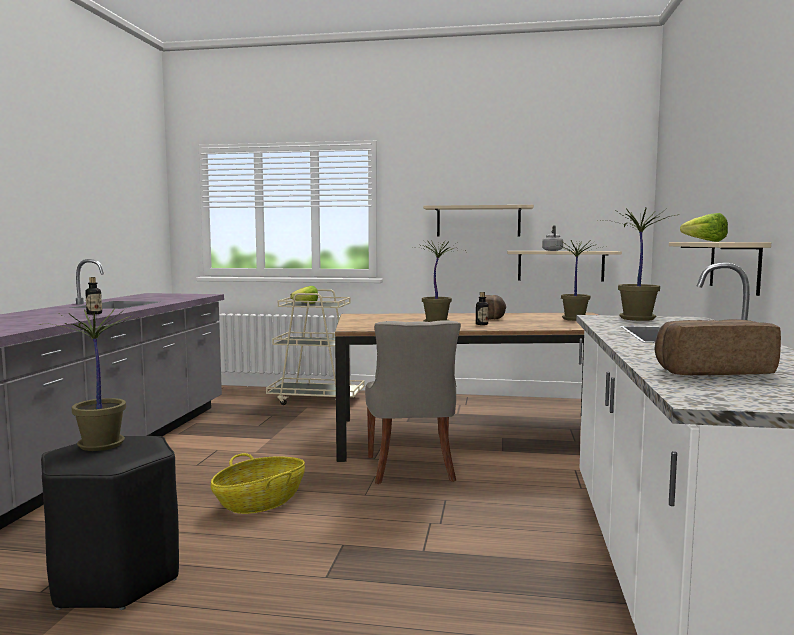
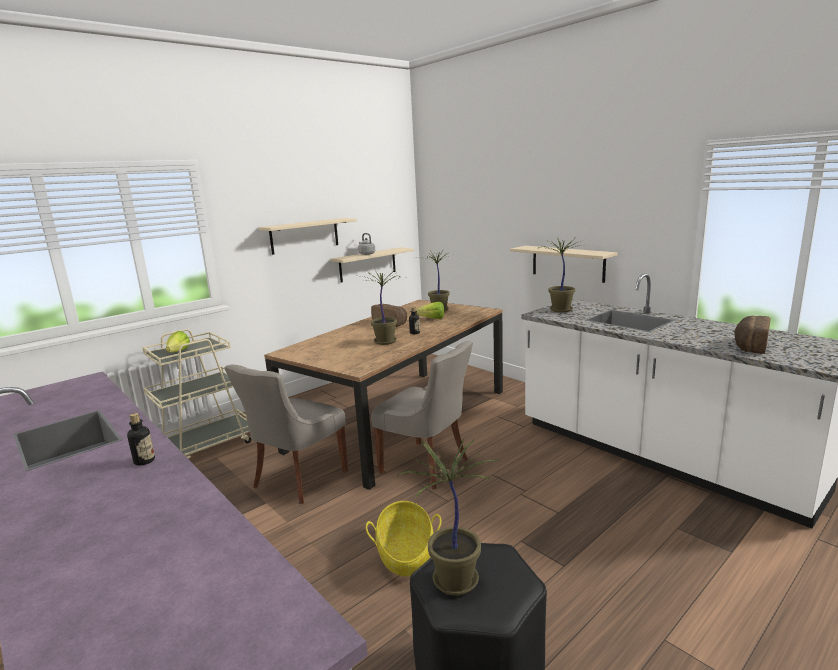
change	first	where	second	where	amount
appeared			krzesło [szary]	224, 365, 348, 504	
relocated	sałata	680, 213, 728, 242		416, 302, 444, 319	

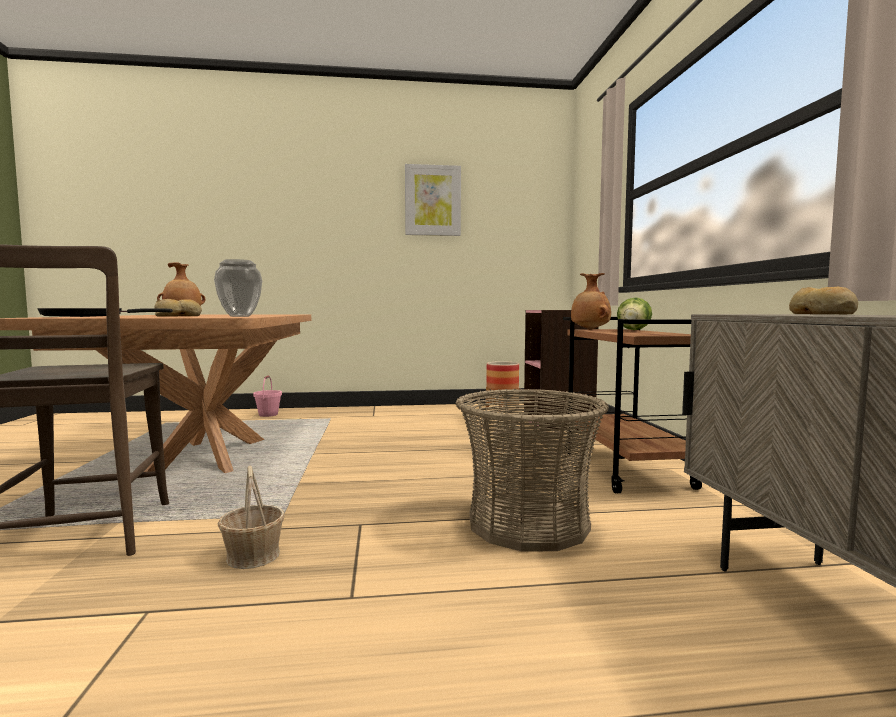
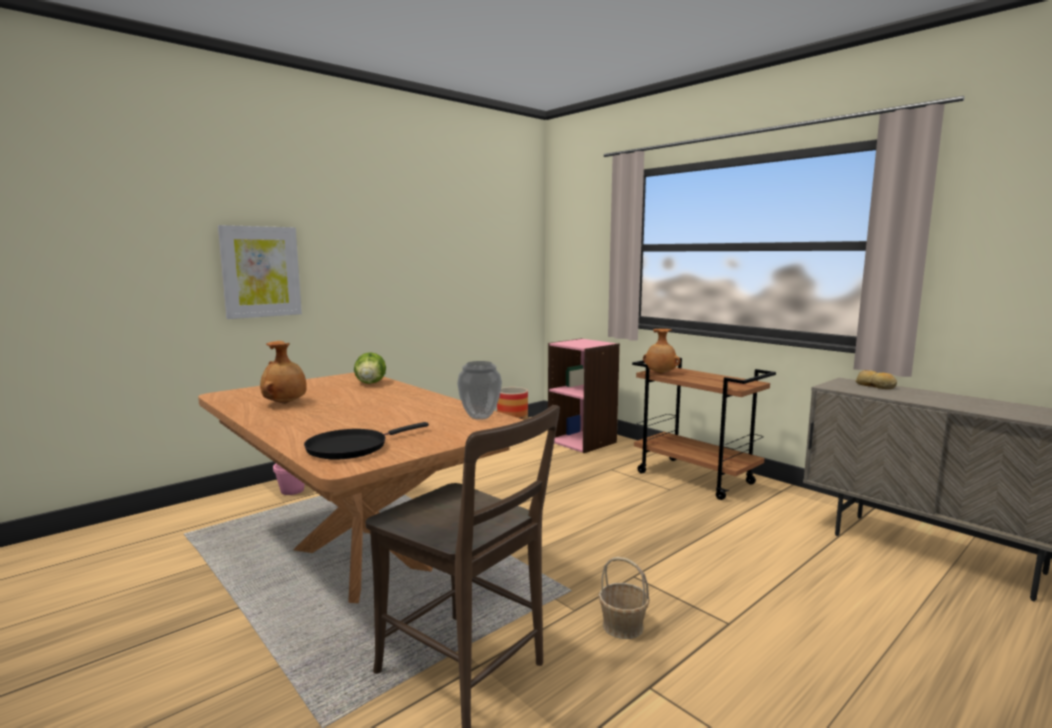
change	first	where	second	where	amount
missing	chleb	154, 299, 202, 316			
missing	koszyk	456, 389, 609, 551			
relocated	obraz	405, 164, 461, 236		218, 225, 302, 319	
relocated	sałata	617, 297, 652, 330		354, 352, 386, 384	

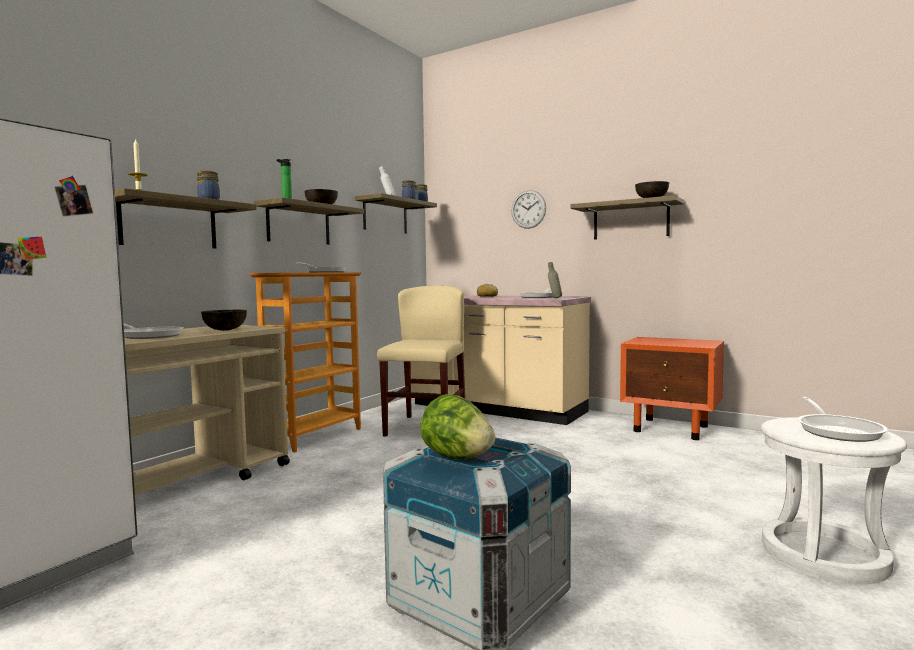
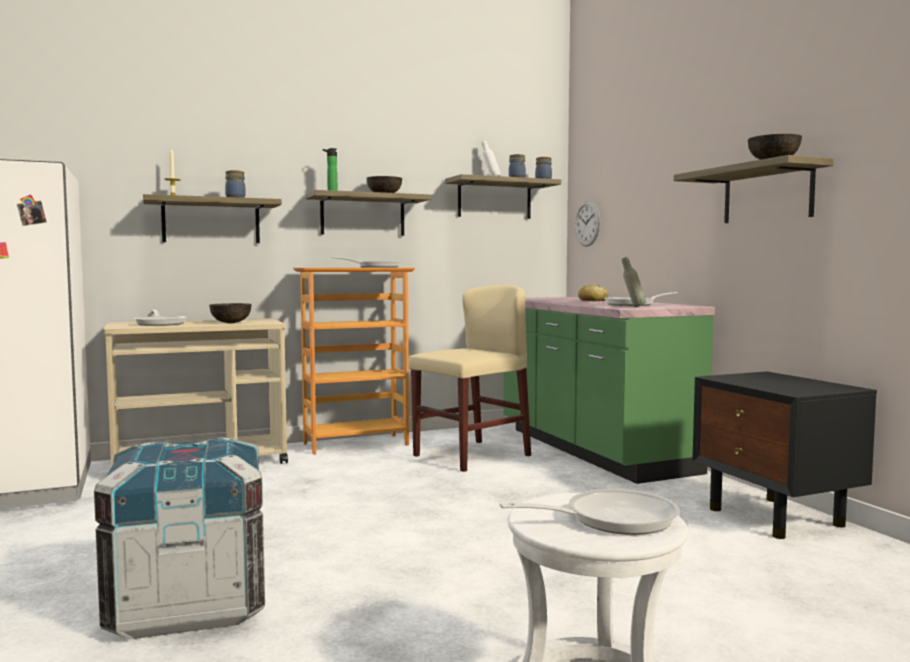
change	first	where	second	where	amount
missing	sałata	420, 394, 495, 459			
relocated	zegar ścienny	511, 190, 546, 229		575, 201, 600, 247	
colour	zabudowa kuchenna [beżowy]	411, 295, 591, 425	zabudowa kuchenna [zielony]	504, 297, 715, 484	
colour	szafka nocna [pomarańczowy]	620, 337, 724, 440	szafka nocna [czarny]	692, 371, 877, 539	
spun	patelnia	798, 397, 888, 442		500, 489, 680, 535	150 degrees counterclockwise

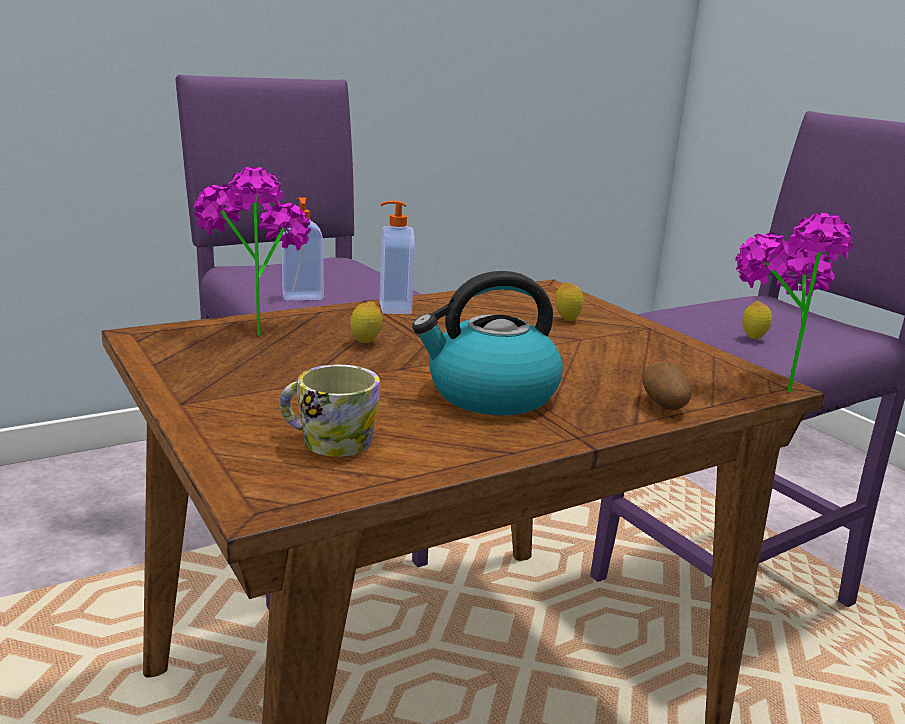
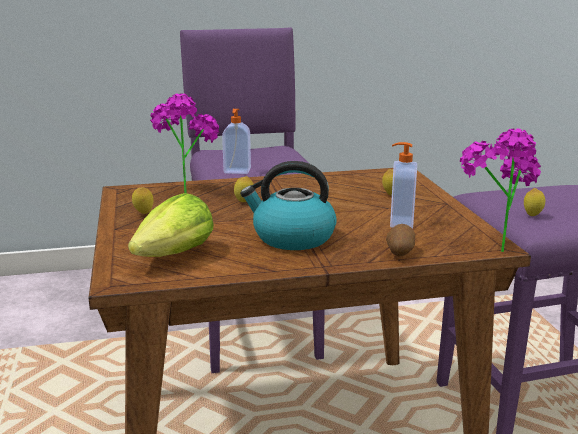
change	first	where	second	where	amount
appeared			cytryna	132, 187, 153, 214	
relocated	dozownik mydła	380, 201, 415, 314		390, 142, 417, 229	
exchanged	kubek	280, 365, 380, 457	sałata	128, 193, 214, 257	

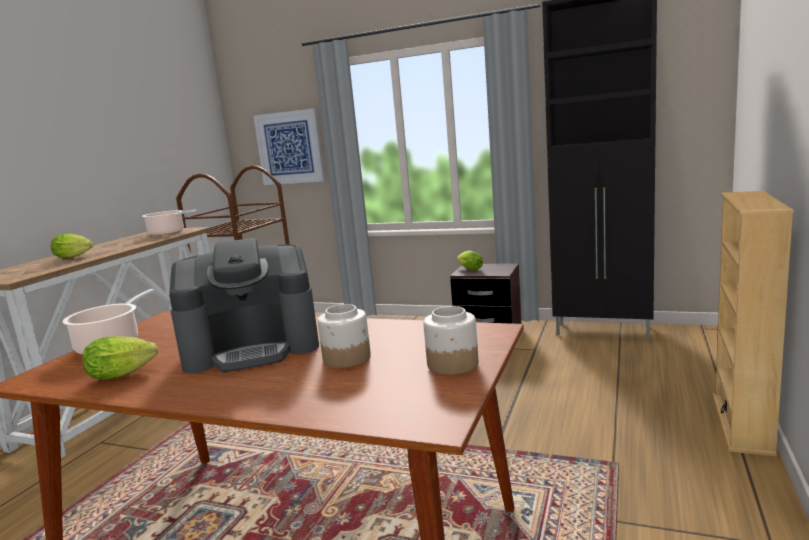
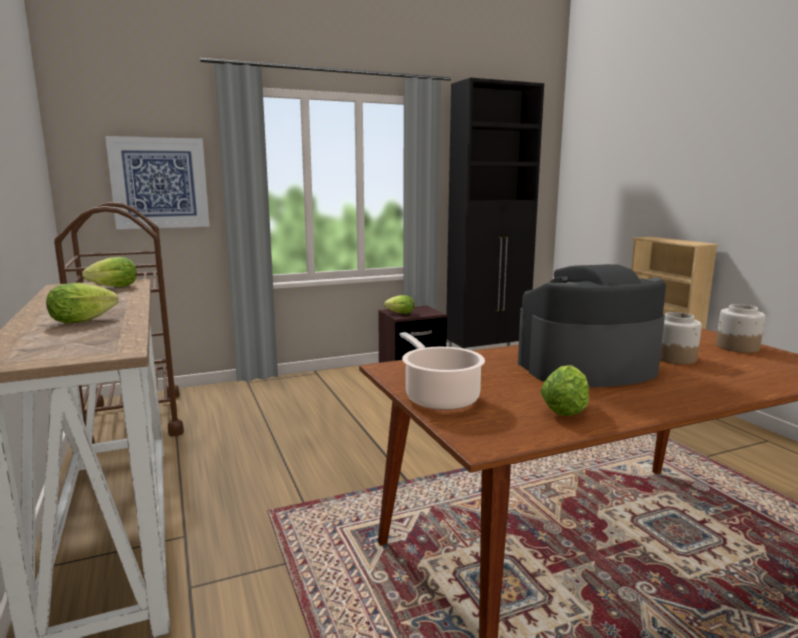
change	first	where	second	where	amount
exchanged	garnek	142, 210, 197, 236	sałata	82, 257, 137, 287	
spun	ekspres do kawy	169, 238, 319, 374		518, 264, 666, 387	135 degrees counterclockwise

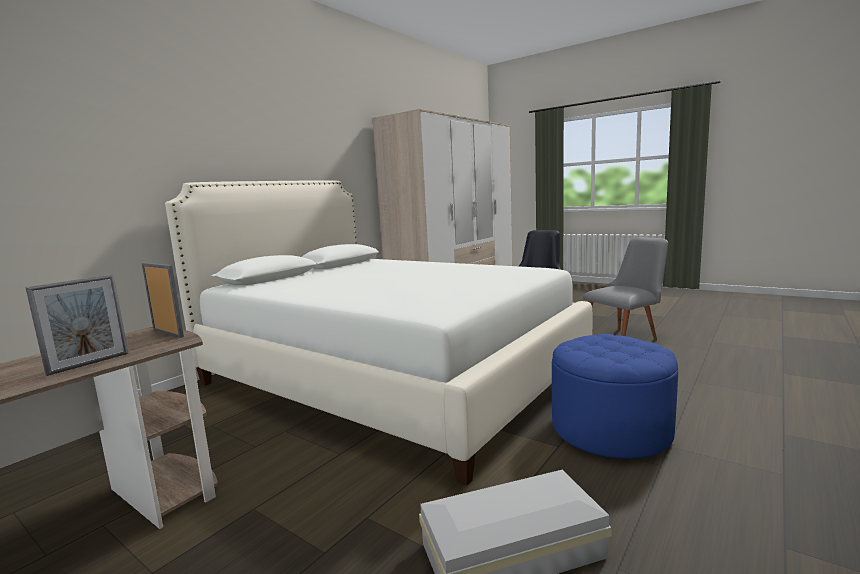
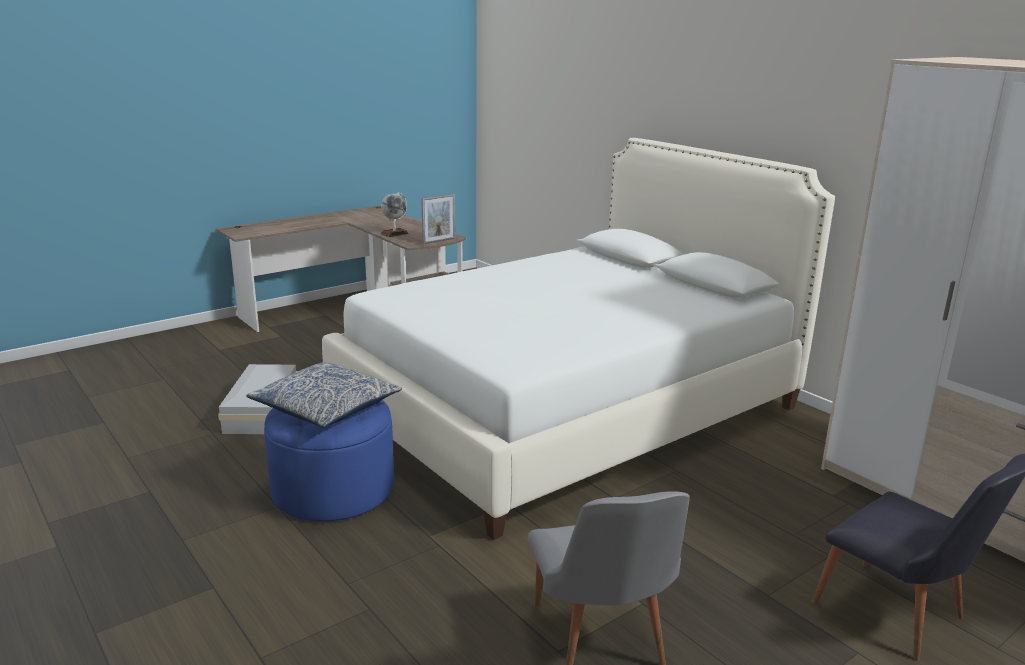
change	first	where	second	where	amount
appeared			poduszka	246, 362, 402, 428	
exchanged	ramka na zdjęcie	25, 274, 129, 376	globus	381, 192, 409, 237	

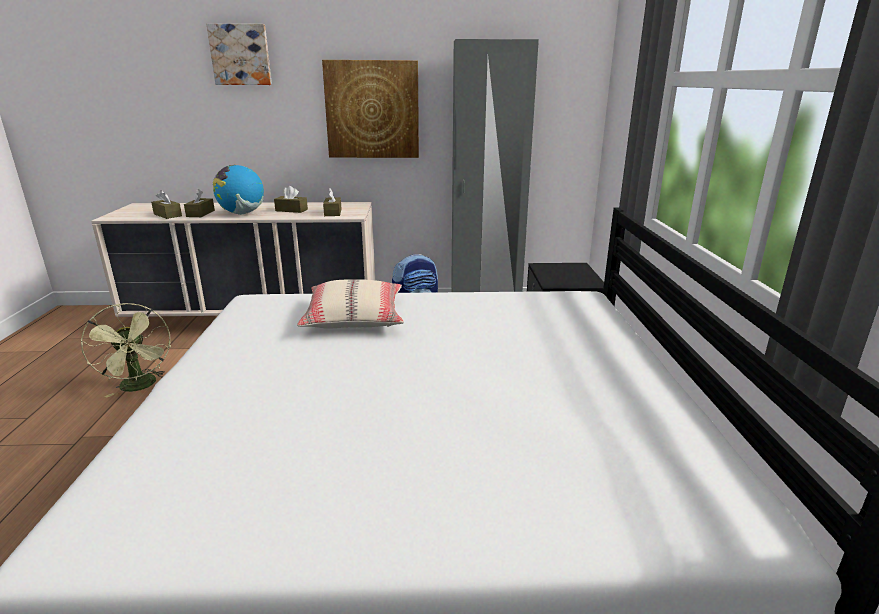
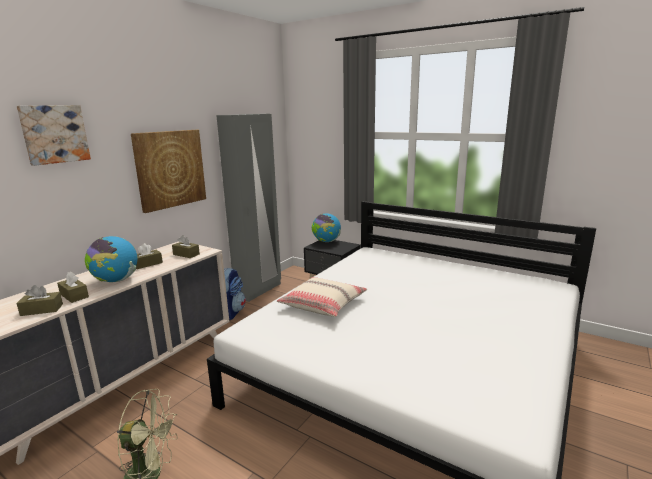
change	first	where	second	where	amount
appeared			globus	311, 213, 341, 242	

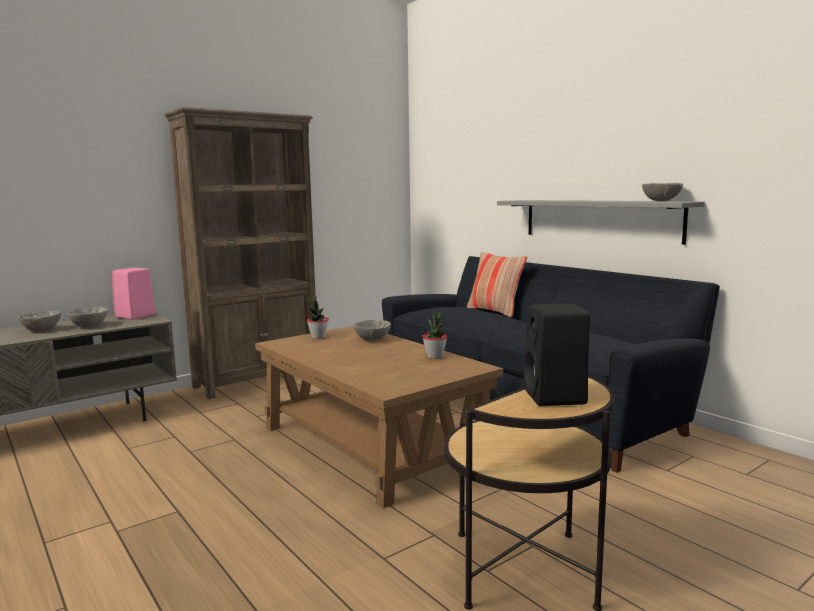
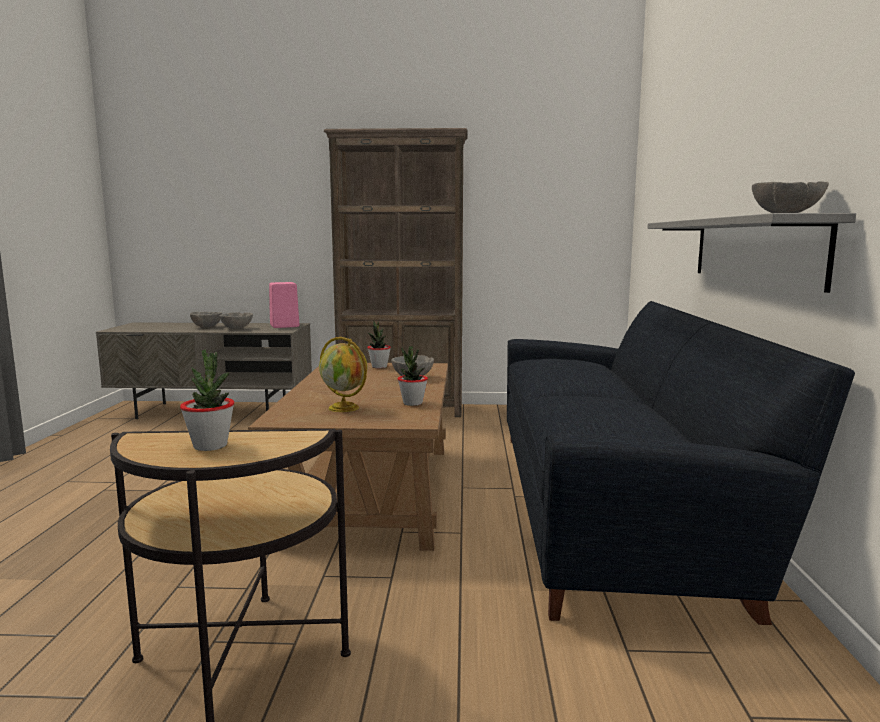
change	first	where	second	where	amount
missing	poduszka	467, 252, 527, 317			
appeared			globus	319, 337, 367, 412	
exchanged	głośnik [czarny]	523, 304, 590, 406	roślina doniczkowa	180, 350, 234, 451	

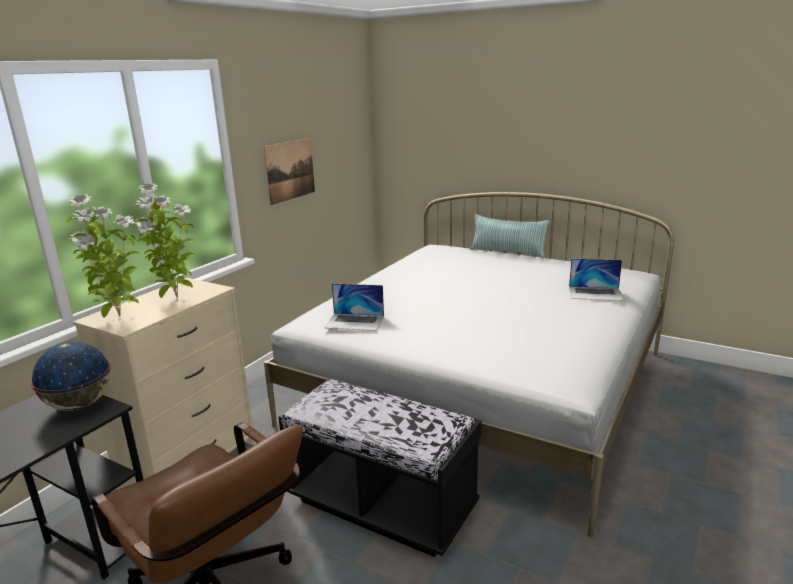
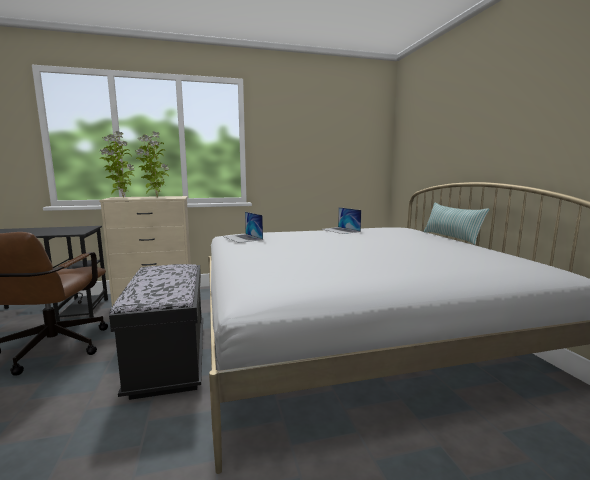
change	first	where	second	where	amount
missing	globus	30, 342, 111, 411			
missing	obraz	264, 138, 315, 205			
relocated	laptop	569, 259, 624, 301		322, 207, 361, 234	

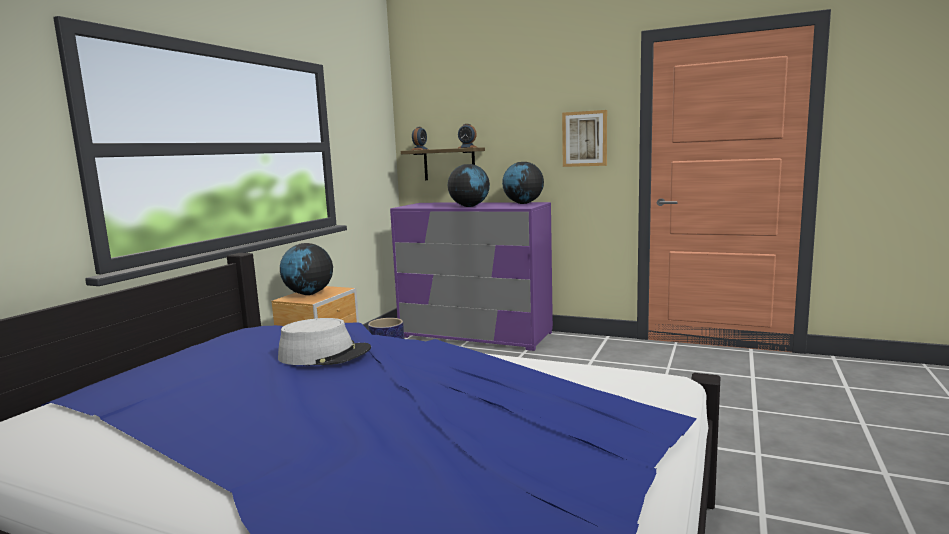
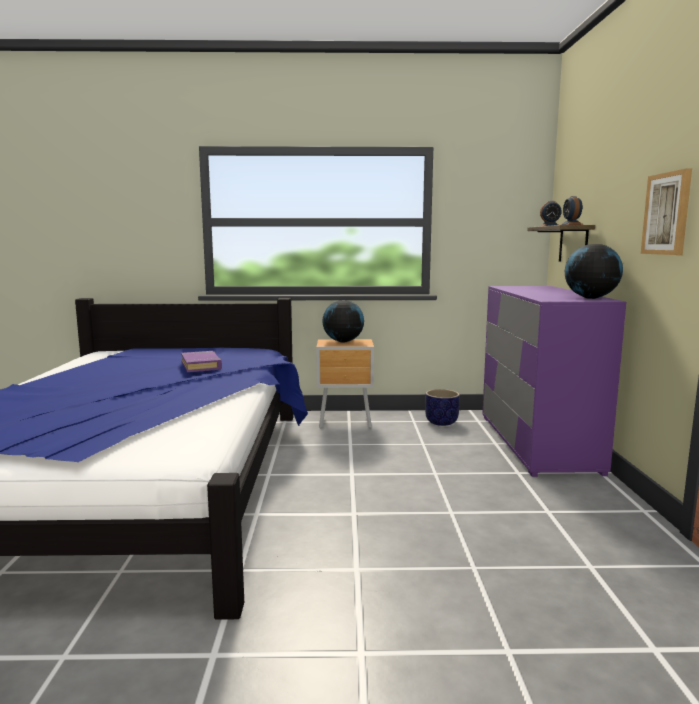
change	first	where	second	where	amount
missing	globus	448, 164, 490, 207			
exchanged	kapelusz [szary]	278, 318, 371, 365	książka [fioletowy]	181, 351, 222, 372	

